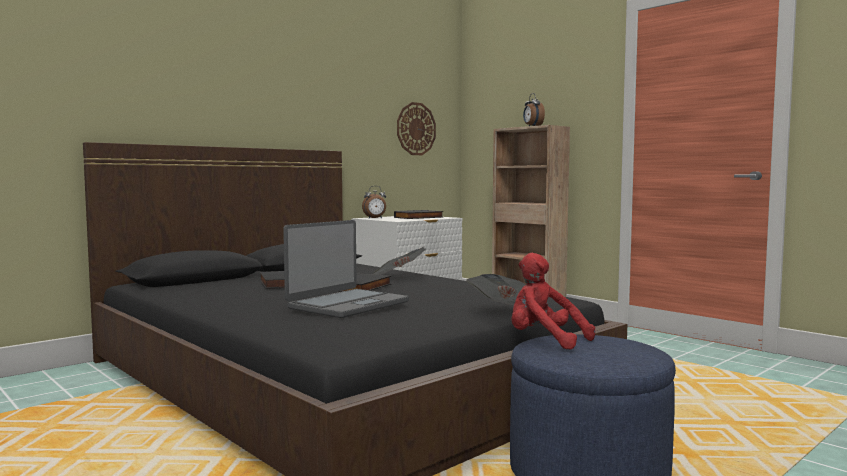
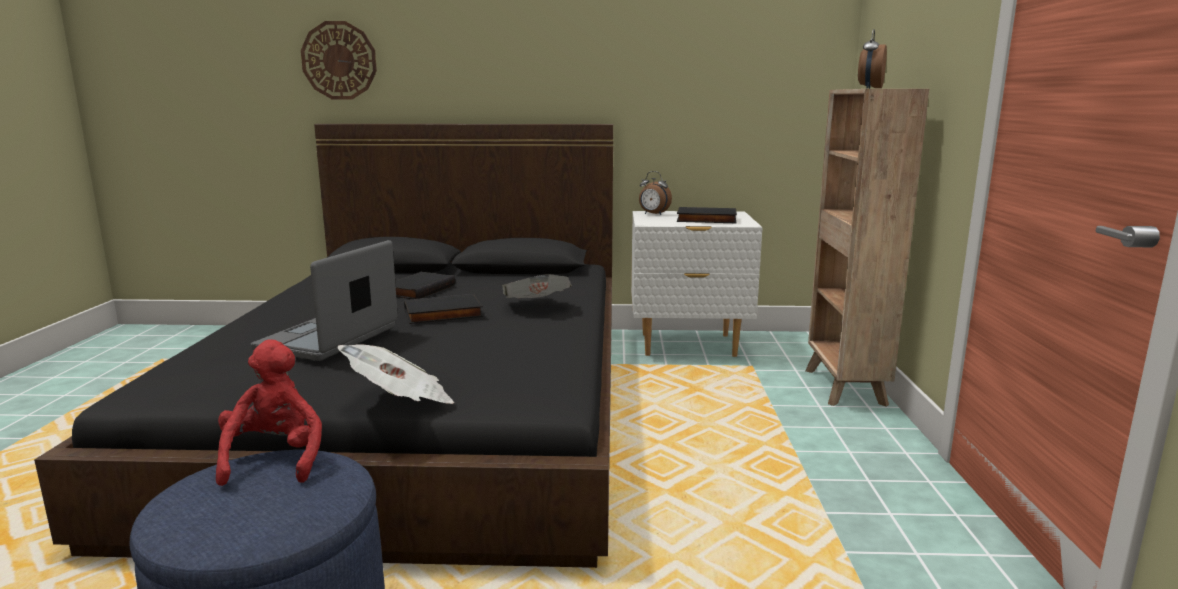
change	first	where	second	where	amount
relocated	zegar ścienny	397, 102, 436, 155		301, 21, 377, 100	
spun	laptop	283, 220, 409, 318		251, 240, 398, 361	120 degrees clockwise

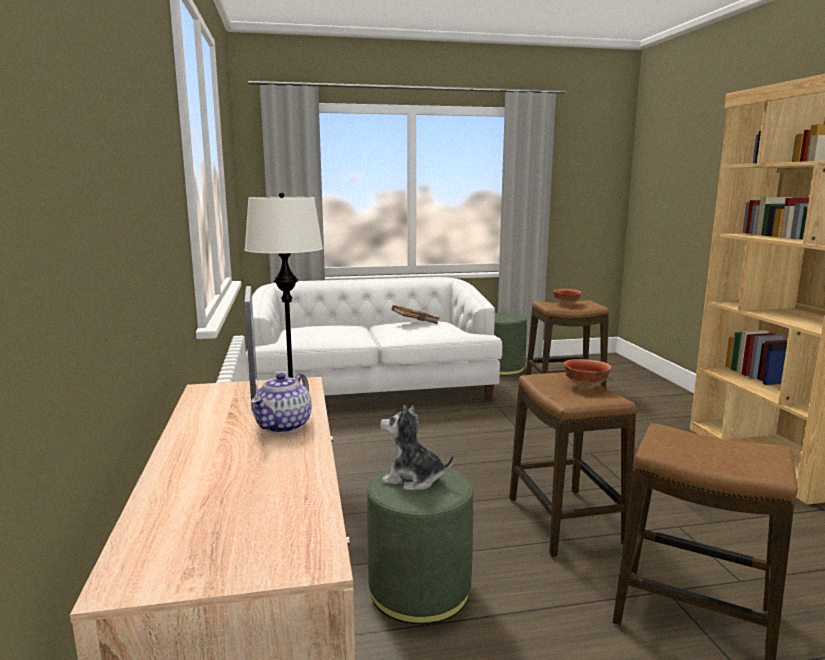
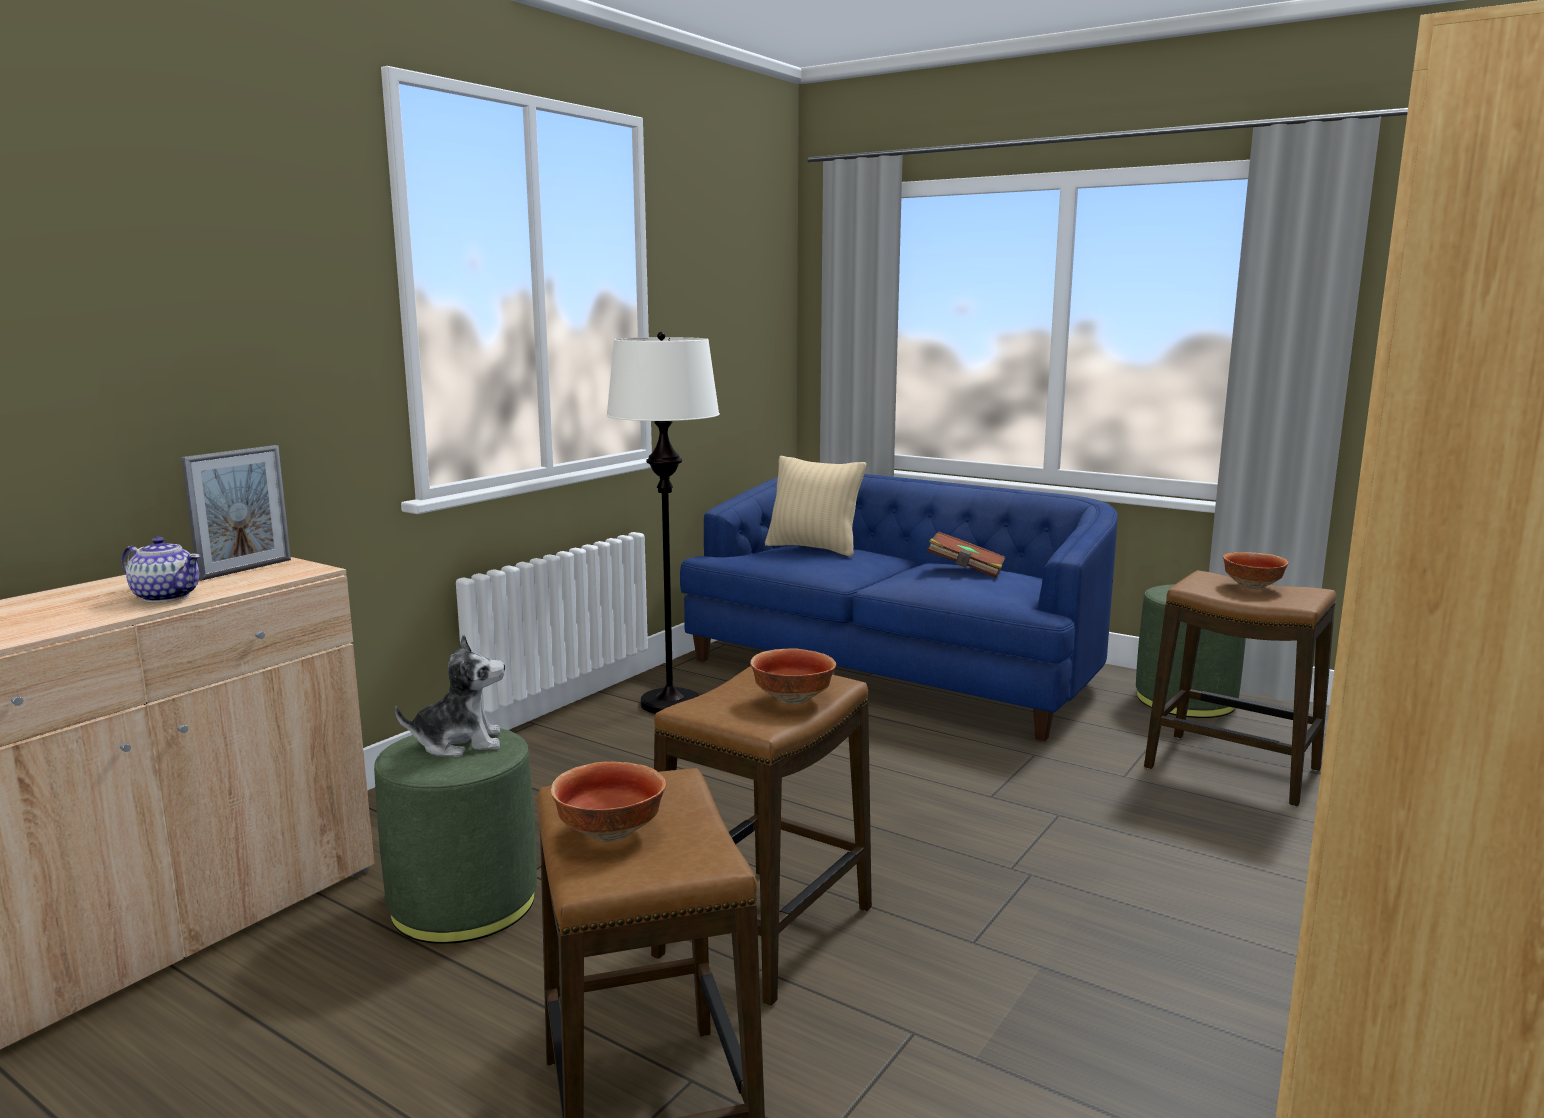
change	first	where	second	where	amount
appeared			miska	550, 762, 666, 842	
appeared			poduszka [beżowy]	765, 456, 866, 556	
colour	kanapa [biały]	246, 277, 502, 401	kanapa [niebieski]	680, 474, 1118, 741	
spun	imbryk	251, 373, 312, 434		122, 537, 200, 603	135 degrees counterclockwise
spun	pluszak	380, 405, 454, 490		395, 634, 505, 757	105 degrees clockwise

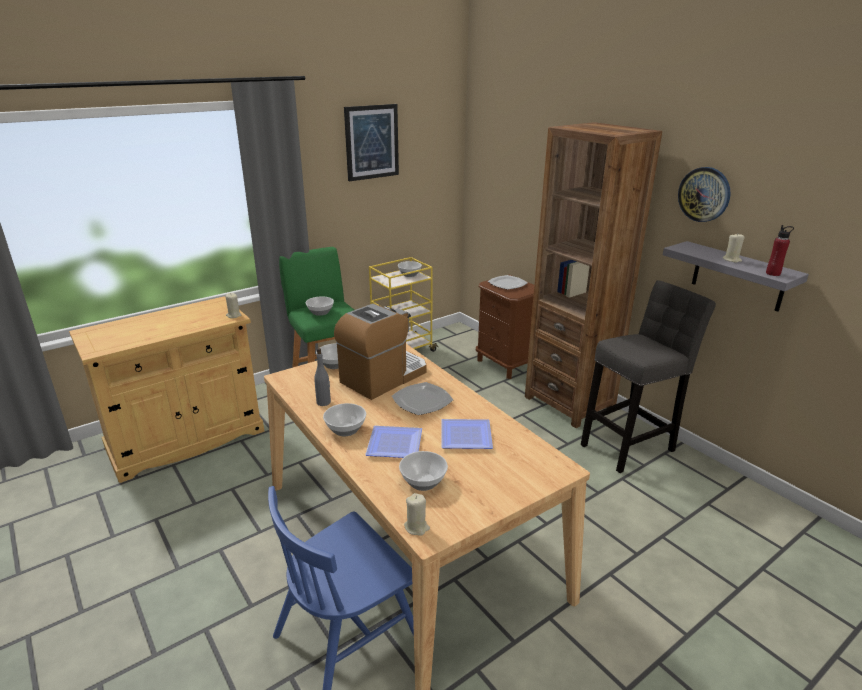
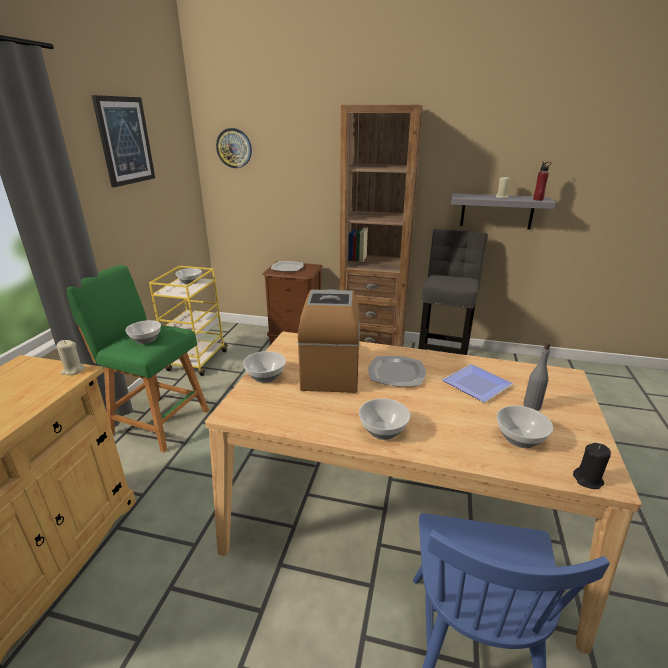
change	first	where	second	where	amount
missing	talerz	365, 426, 422, 458			
relocated	butelka [szary]	314, 348, 331, 406		523, 342, 551, 411	
relocated	zegar ścienny	678, 167, 731, 222		216, 128, 252, 168	
colour	świeca [beżowy]	404, 493, 430, 536	świeca [czarny]	573, 443, 611, 489	

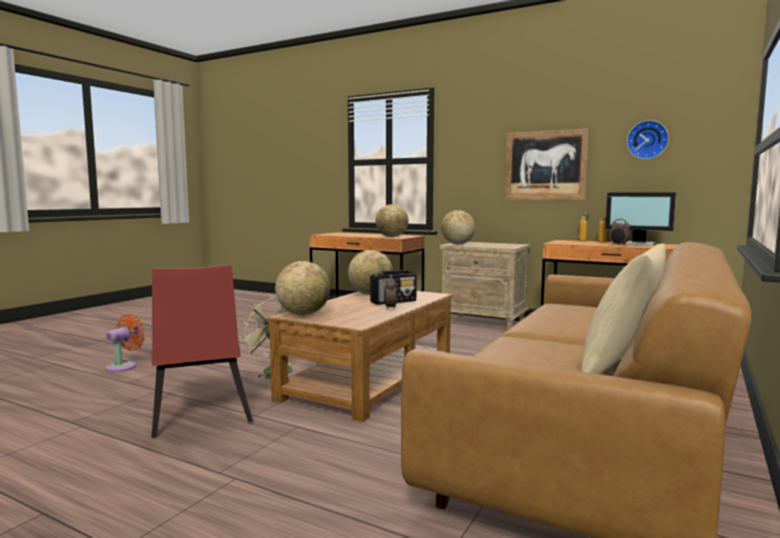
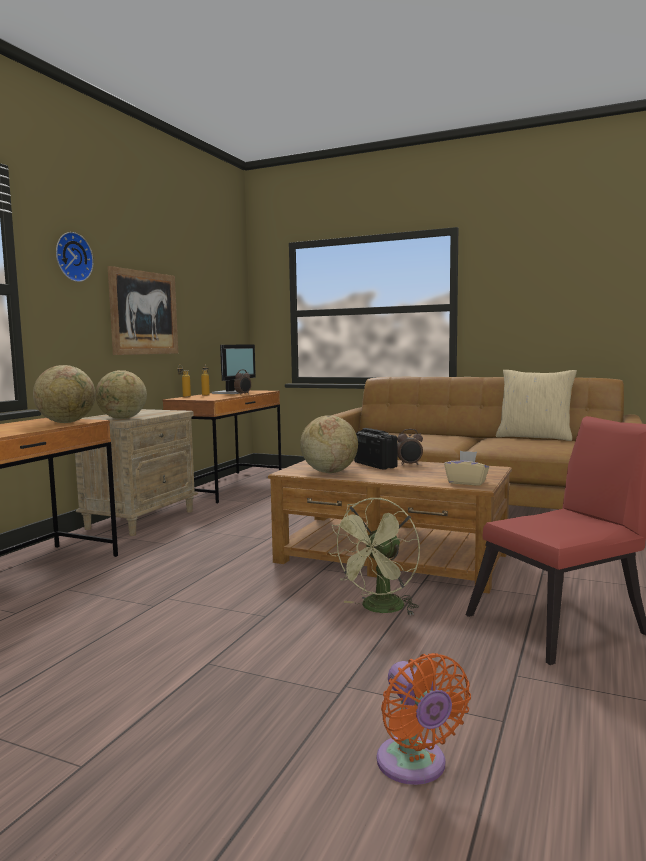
change	first	where	second	where	amount
relocated	zegar ścienny	627, 120, 669, 159		56, 232, 94, 282	
exchanged	globus	275, 261, 330, 315	pudełko chusteczek [beżowy]	444, 451, 489, 485	
spun	wentylator [pomarańczowy]	105, 314, 145, 372		377, 653, 471, 785	135 degrees counterclockwise

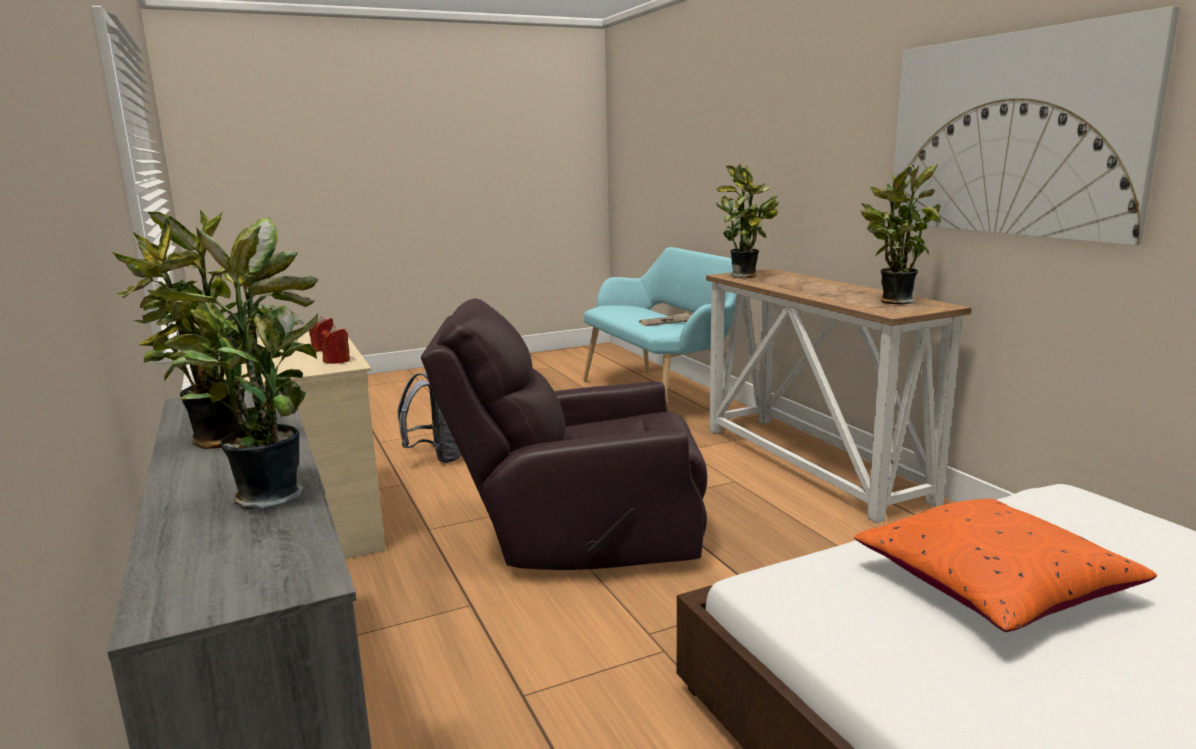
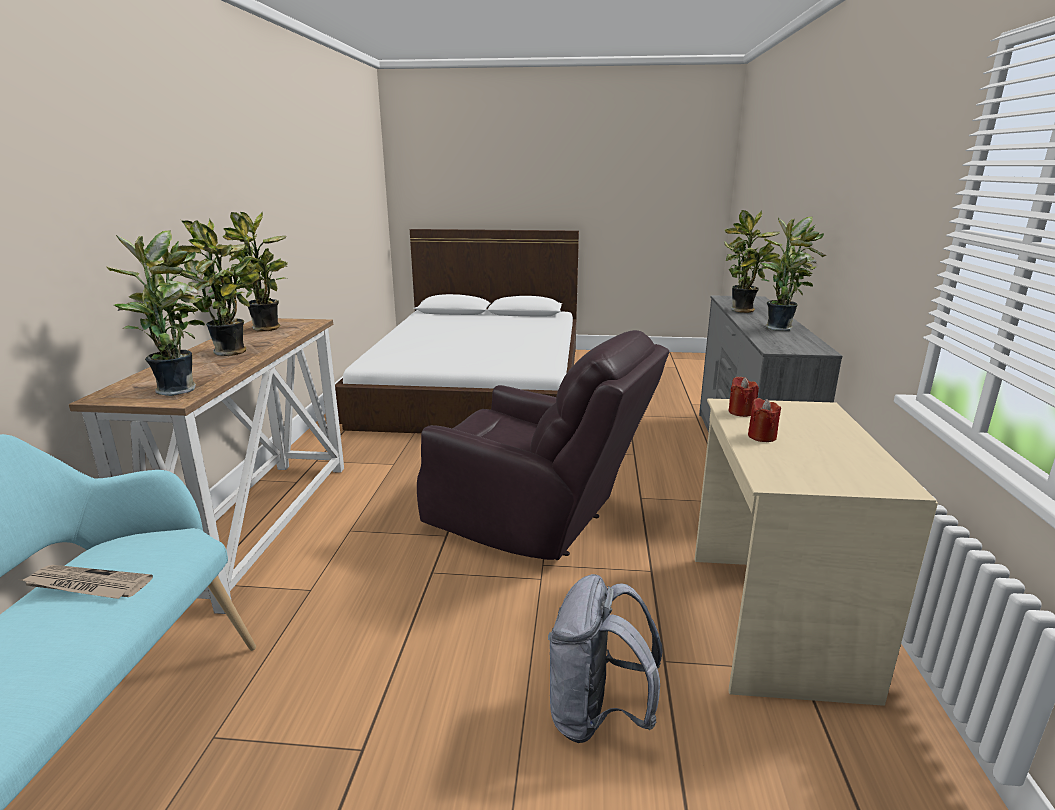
change	first	where	second	where	amount
missing	poduszka [pomarańczowy]	854, 499, 1157, 632			
missing	obraz	890, 6, 1180, 245			
appeared			roślina doniczkowa	176, 218, 260, 356	

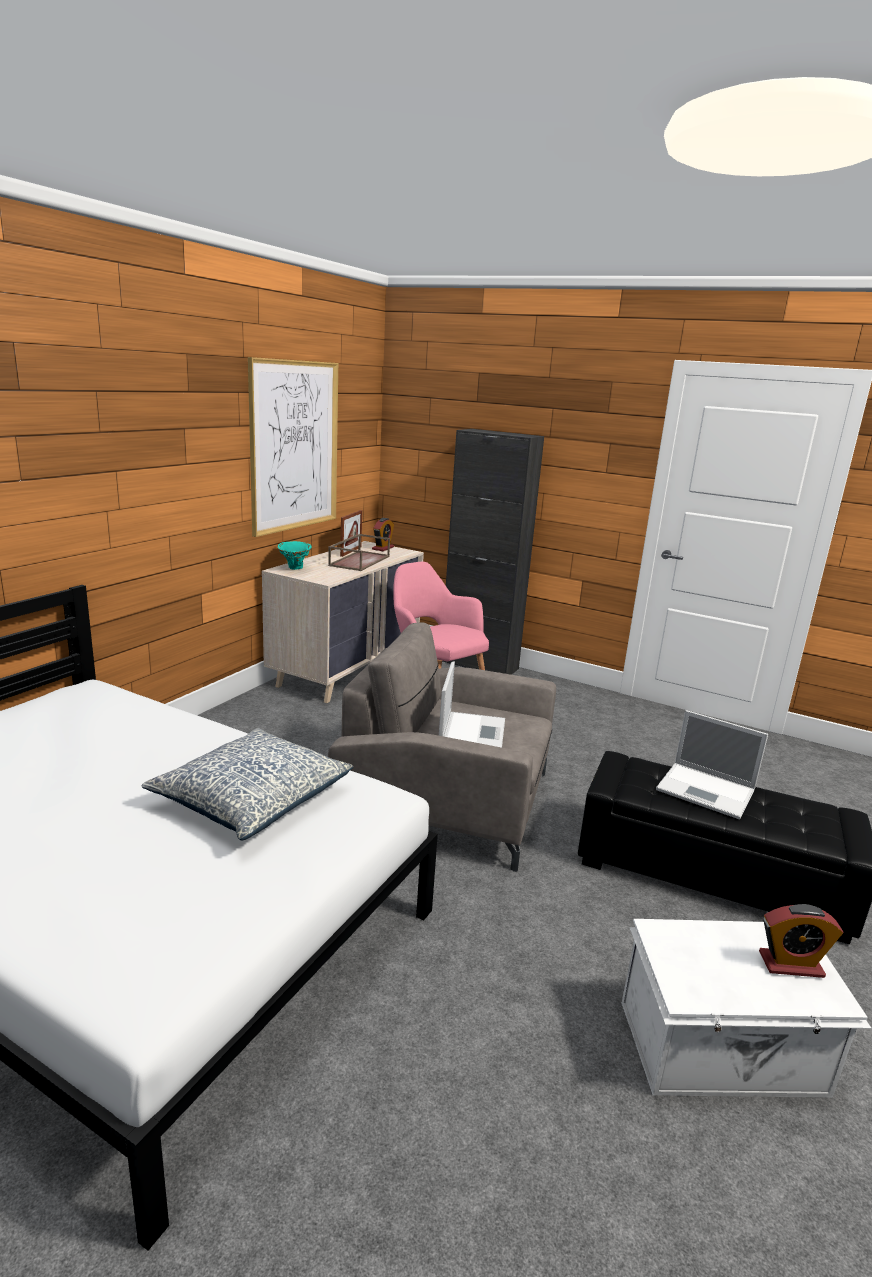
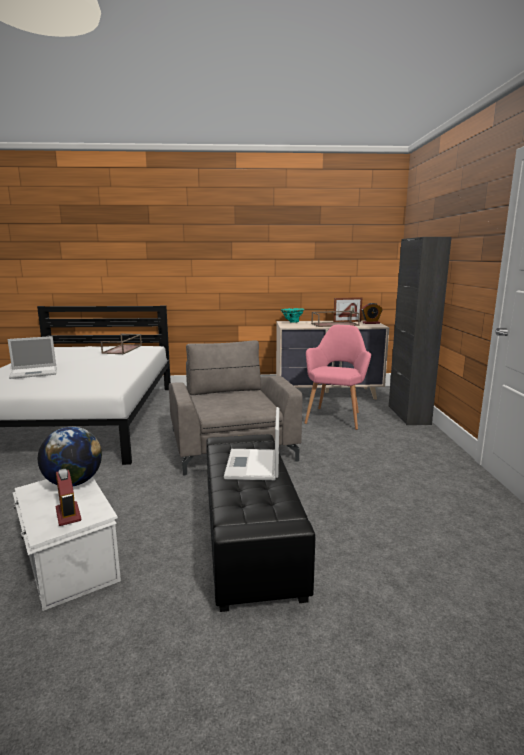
change	first	where	second	where	amount
missing	poduszka	141, 728, 353, 841			
missing	obraz	248, 357, 338, 537			
appeared			globus	38, 427, 102, 486	
appeared			taca [brązowy]	101, 334, 142, 354	
relocated	laptop	439, 661, 505, 748		7, 336, 56, 379	

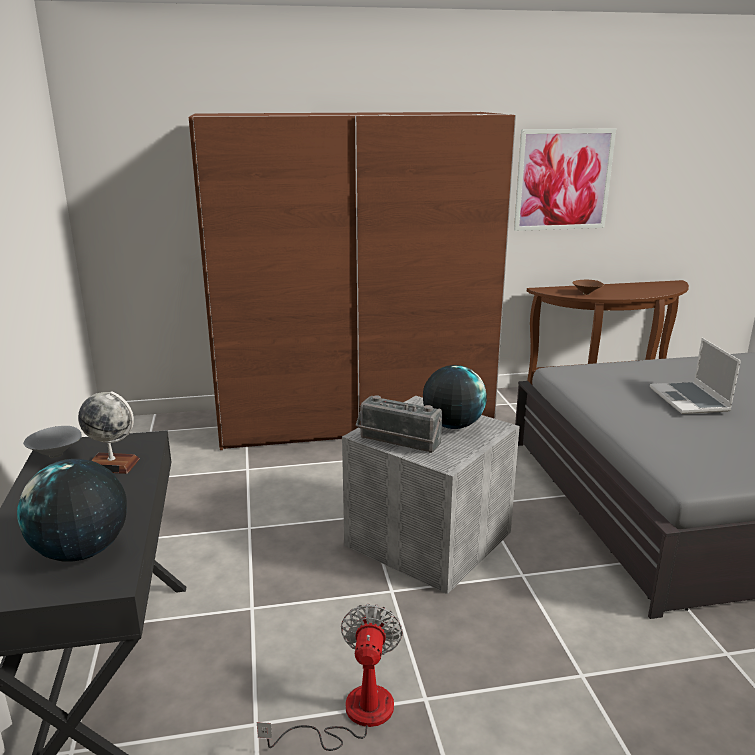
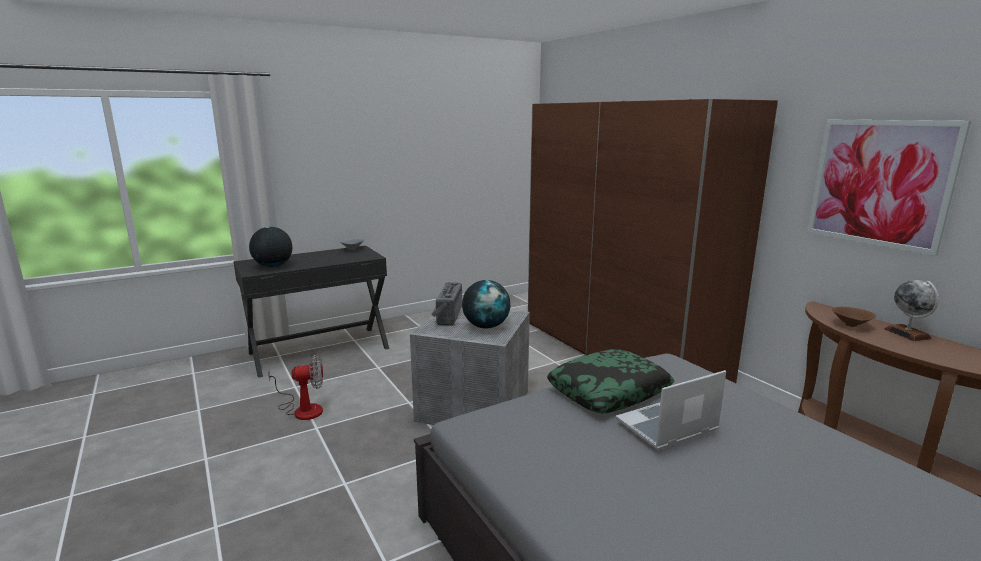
change	first	where	second	where	amount
appeared			poduszka	547, 349, 674, 413	
relocated	globus	78, 391, 140, 474		884, 280, 939, 341	

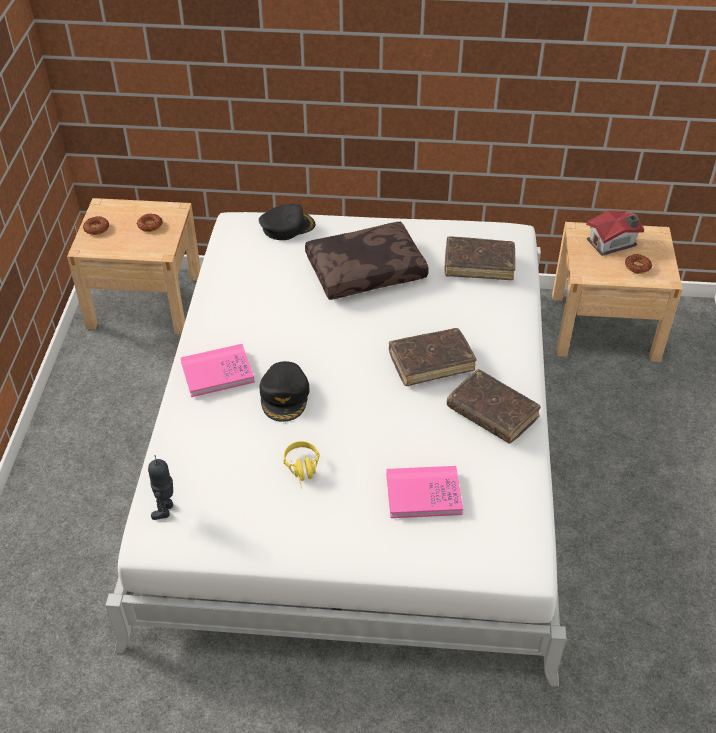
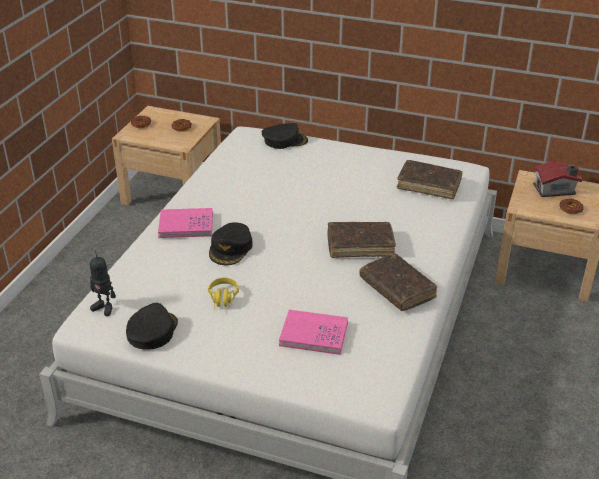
change	first	where	second	where	amount
missing	poduszka [brązowy]	305, 222, 429, 300			
appeared			czapka z daszkiem [czarny]	126, 303, 178, 350	
spun	robot zabawkowy	148, 455, 173, 520		90, 251, 116, 316	90 degrees counterclockwise

